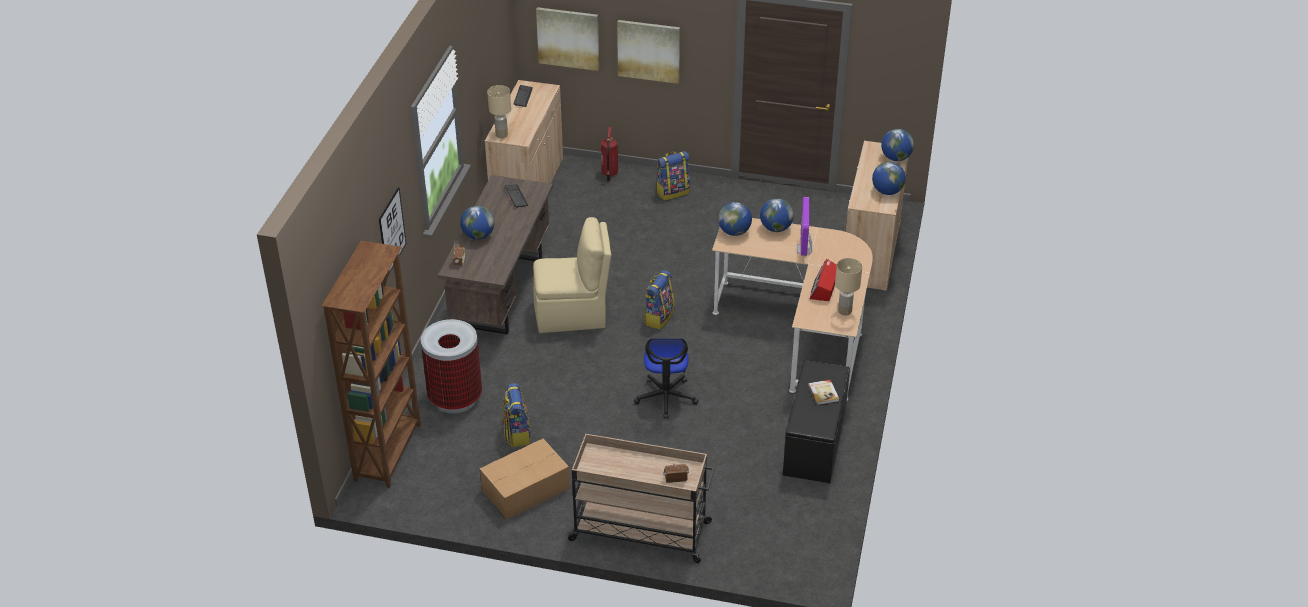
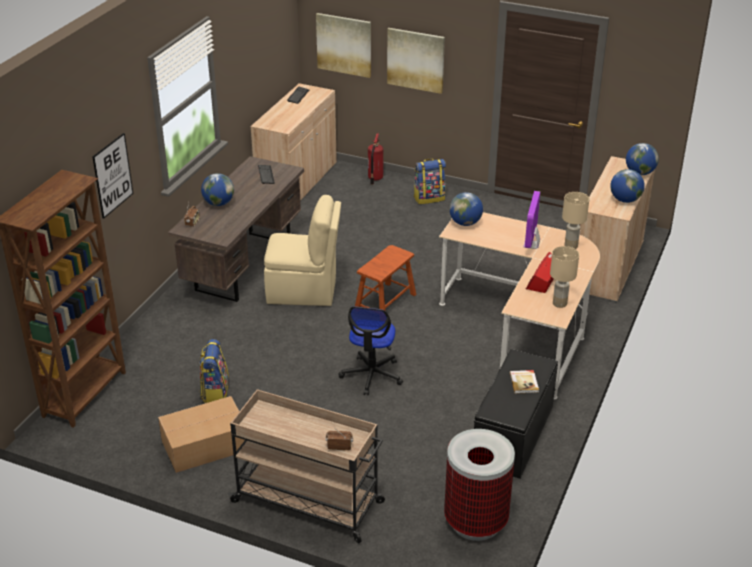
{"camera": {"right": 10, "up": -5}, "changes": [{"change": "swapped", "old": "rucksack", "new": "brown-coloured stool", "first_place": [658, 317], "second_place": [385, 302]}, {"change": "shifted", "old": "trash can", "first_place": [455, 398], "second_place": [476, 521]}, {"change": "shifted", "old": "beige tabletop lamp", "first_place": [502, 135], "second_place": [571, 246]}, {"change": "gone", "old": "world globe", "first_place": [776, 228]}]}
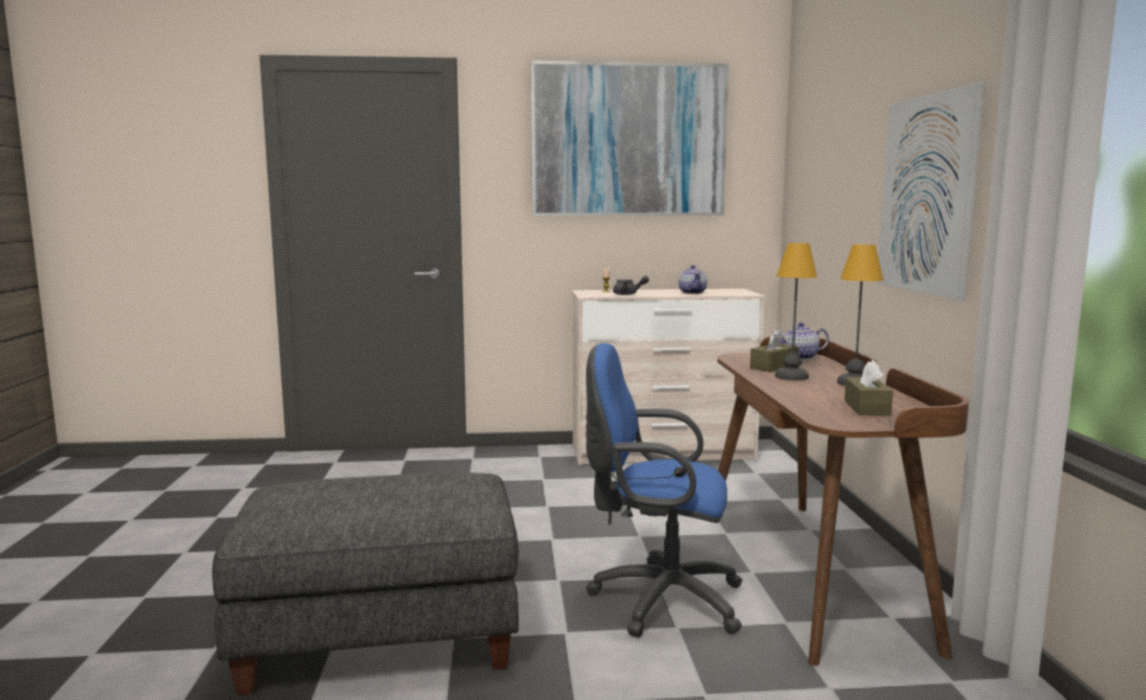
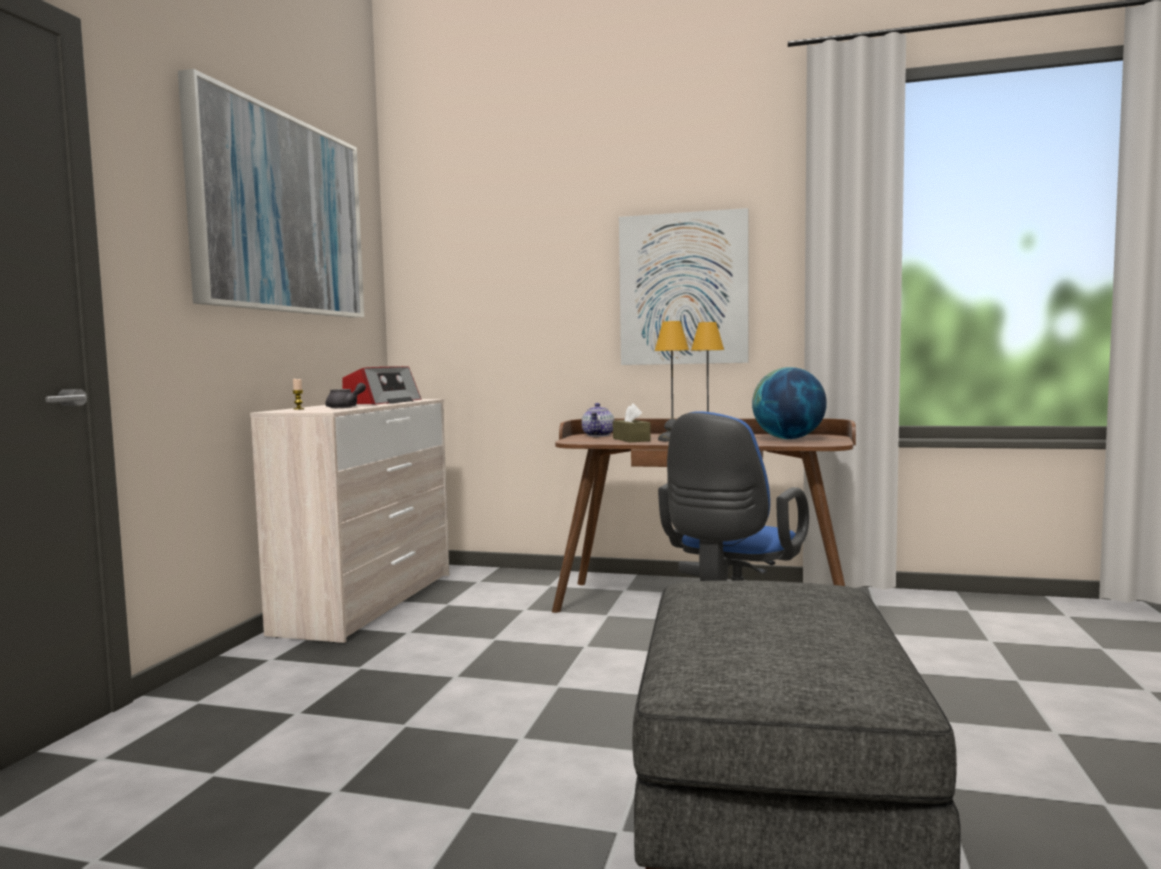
{"camera": {"right": -70, "up": -5}, "changes": [{"change": "swapped", "old": "tea pot", "new": "radio set", "first_place": [693, 293], "second_place": [382, 402]}, {"change": "swapped", "old": "brown-coloured tissue holder", "new": "world globe", "first_place": [866, 408], "second_place": [788, 439]}]}
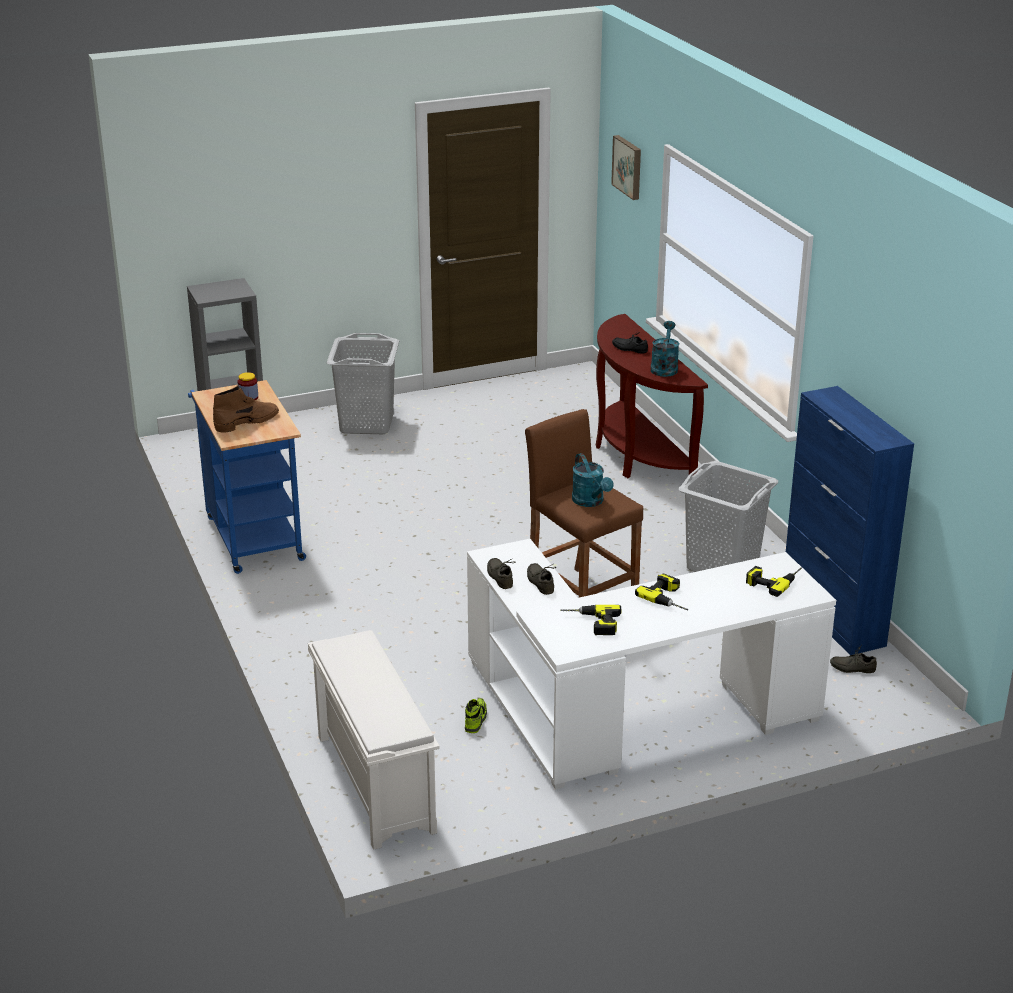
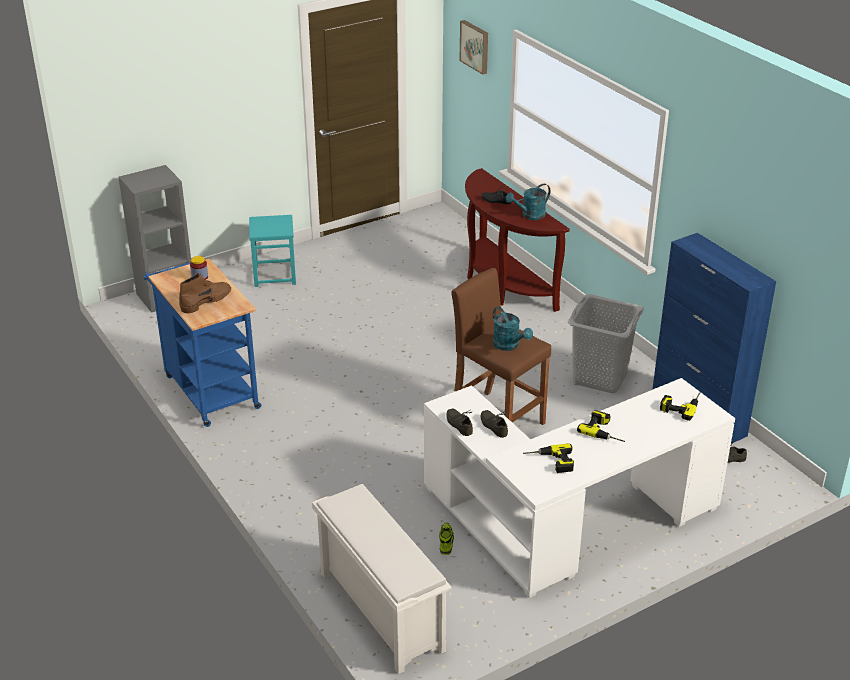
{"camera": {"right": -10, "up": 5}, "changes": [{"change": "swapped", "old": "grey washing basket", "new": "turquoise stool", "first_place": [367, 423], "second_place": [275, 275]}, {"change": "rotated", "old": "turquoise watering pot", "first_place": [664, 367], "second_place": [529, 216], "degrees": -120}]}
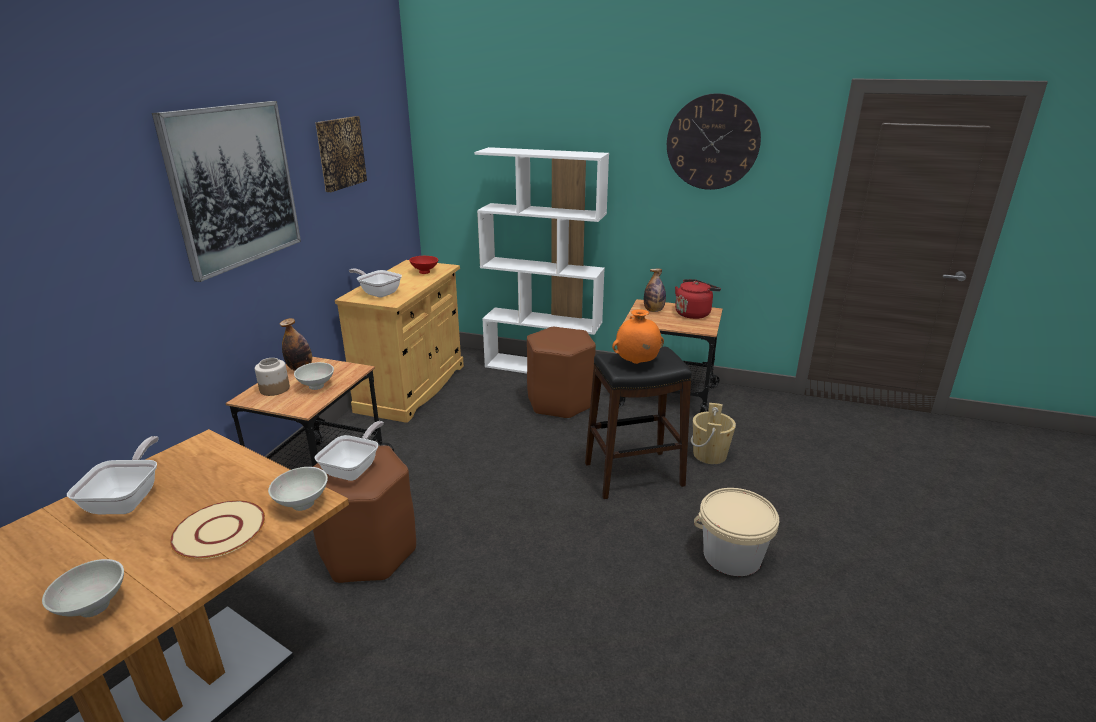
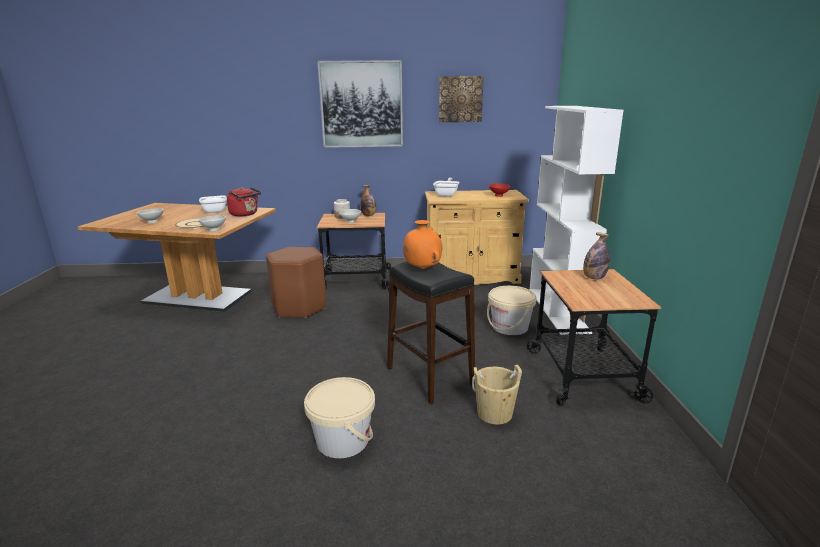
{"camera": {"right": 70, "up": -5}, "changes": [{"change": "shifted", "old": "reddish kettle", "first_place": [694, 313], "second_place": [245, 214]}, {"change": "swapped", "old": "brown-coloured stool", "new": "beige bucket", "first_place": [560, 402], "second_place": [509, 327]}, {"change": "gone", "old": "frying pan", "first_place": [355, 468]}, {"change": "gone", "old": "wall clock", "first_place": [712, 142]}]}
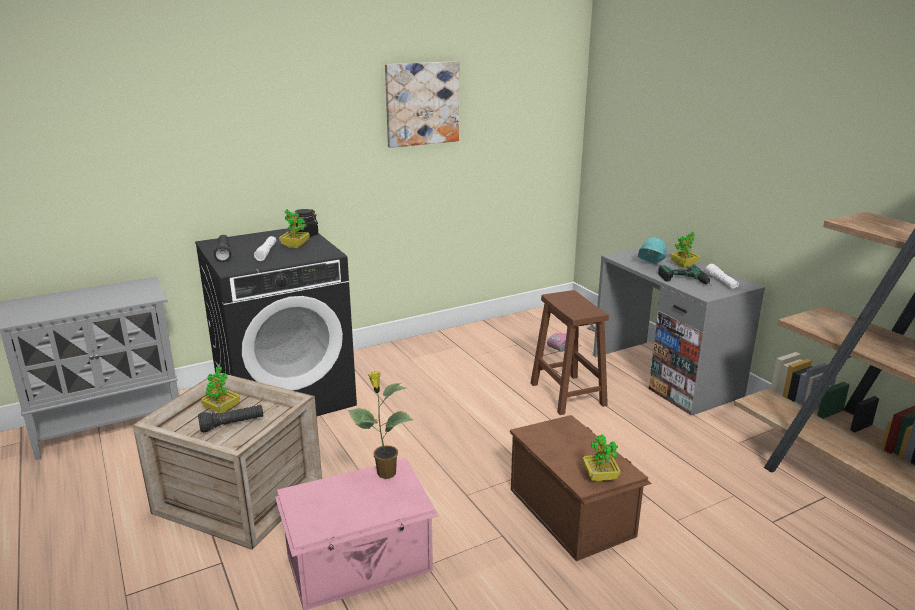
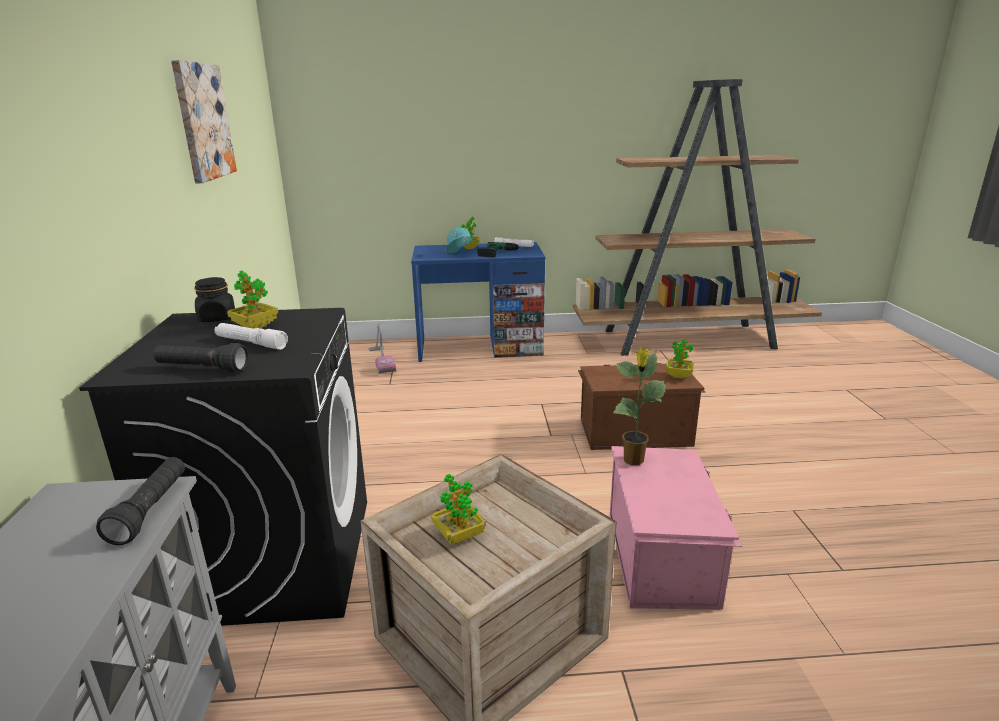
{"camera": {"right": -65, "up": 0}, "changes": [{"change": "shifted", "old": "blackish flashlight", "first_place": [232, 425], "second_place": [151, 510]}, {"change": "repainted", "old": "grey desk table", "new": "blue desk table", "first_place": [665, 375], "second_place": [480, 347]}, {"change": "gone", "old": "brown-coloured stool", "first_place": [566, 393]}]}
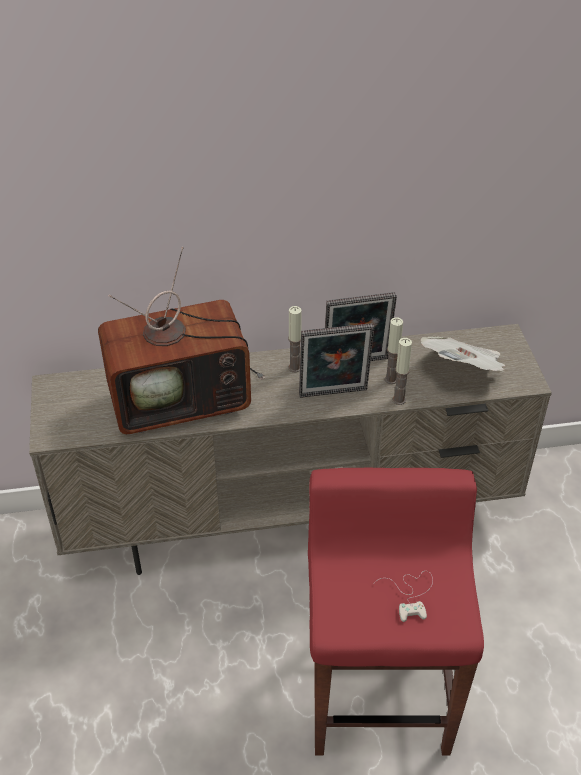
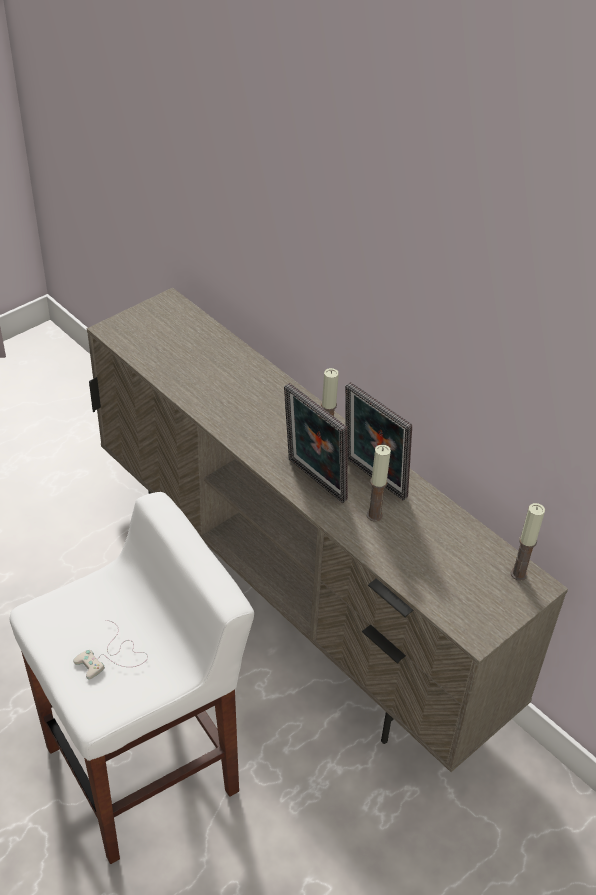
{"camera": {"right": 55, "up": 0}, "changes": [{"change": "repainted", "old": "reddish stool", "new": "white-coloured stool", "first_place": [379, 692], "second_place": [145, 768]}, {"change": "shifted", "old": "wax candle", "first_place": [399, 400], "second_place": [518, 574]}, {"change": "gone", "old": "TV set", "first_place": [183, 398]}, {"change": "gone", "old": "daily paper", "first_place": [463, 370]}]}
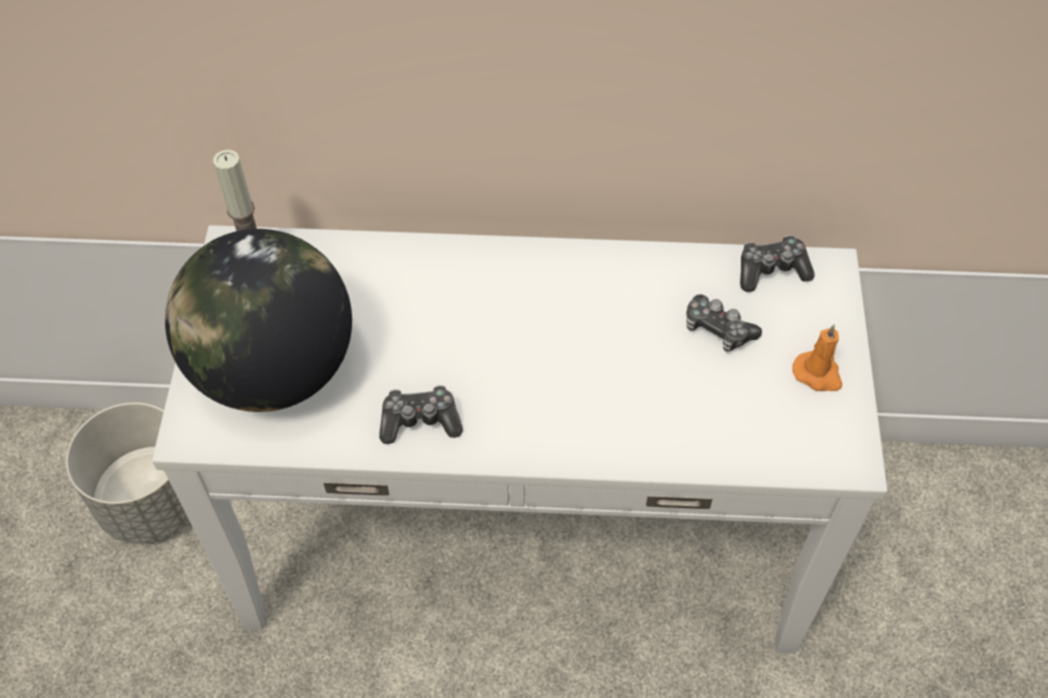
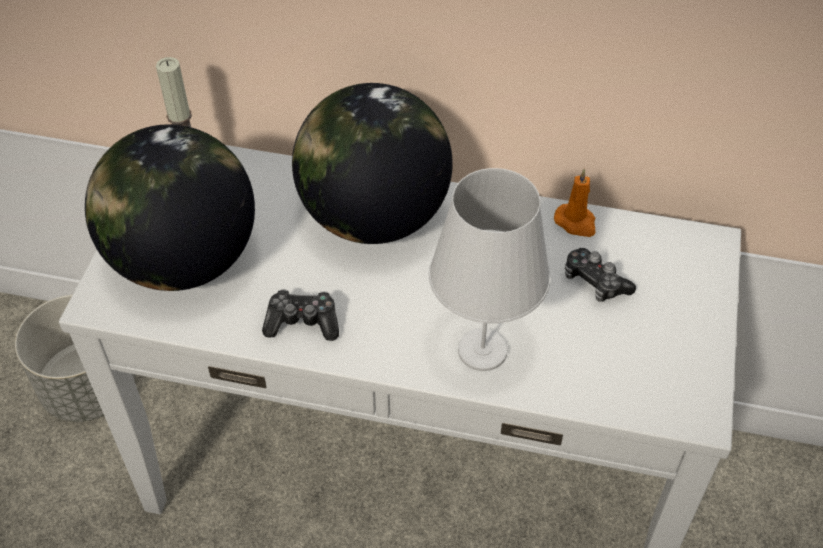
{"camera": {"right": 10, "up": -5}, "changes": [{"change": "new", "new": "world globe", "second_place": [374, 217]}, {"change": "new", "new": "white-coloured tabletop lamp", "second_place": [483, 351]}, {"change": "shifted", "old": "orange-coloured wax candle", "first_place": [818, 374], "second_place": [576, 222]}, {"change": "gone", "old": "game controller", "first_place": [771, 270]}]}
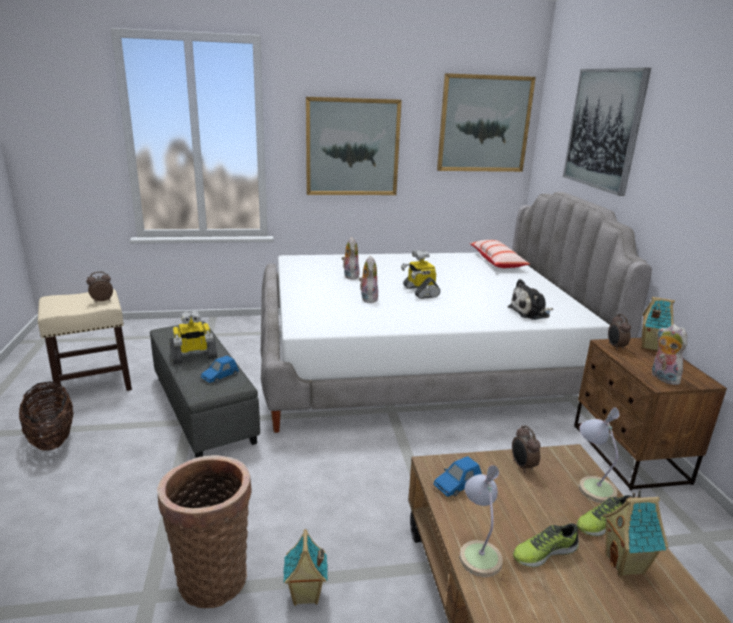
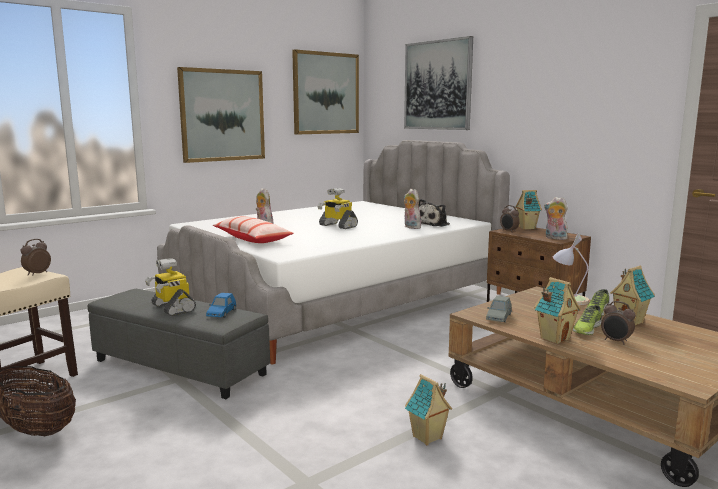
{"camera": {"right": -30, "up": -10}, "changes": [{"change": "rotated", "old": "model robot", "first_place": [193, 357], "second_place": [172, 308], "degrees": 105}, {"change": "shifted", "old": "pillow", "first_place": [497, 261], "second_place": [252, 239]}, {"change": "shifted", "old": "cuddly toy", "first_place": [367, 298], "second_place": [410, 227]}, {"change": "repainted", "old": "blue miniature car", "new": "grey miniature car", "first_place": [457, 485], "second_place": [498, 317]}, {"change": "swapped", "old": "tabletop lamp", "new": "miniature house", "first_place": [478, 551], "second_place": [554, 338]}, {"change": "shifted", "old": "alarm clock", "first_place": [522, 466], "second_place": [616, 341]}, {"change": "gone", "old": "household basket", "first_place": [213, 575]}]}
